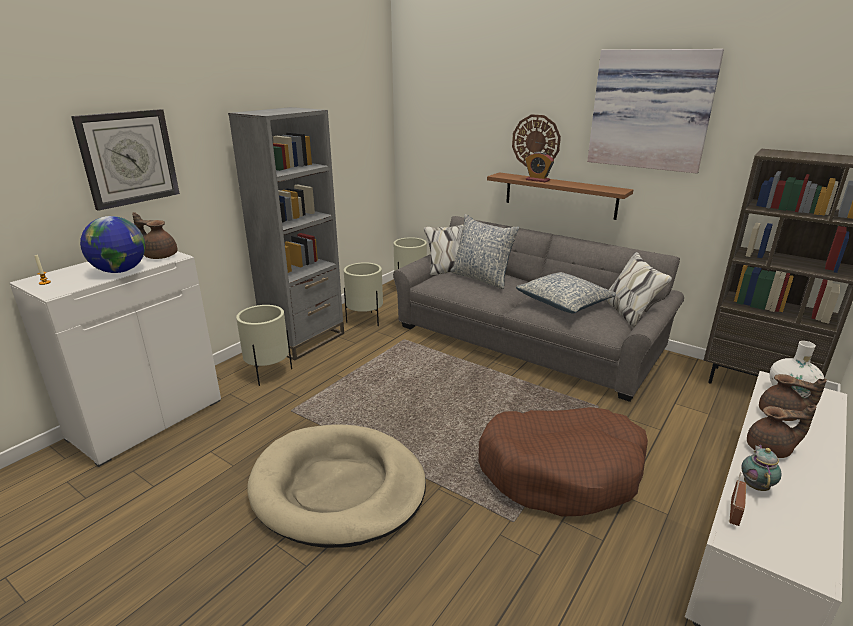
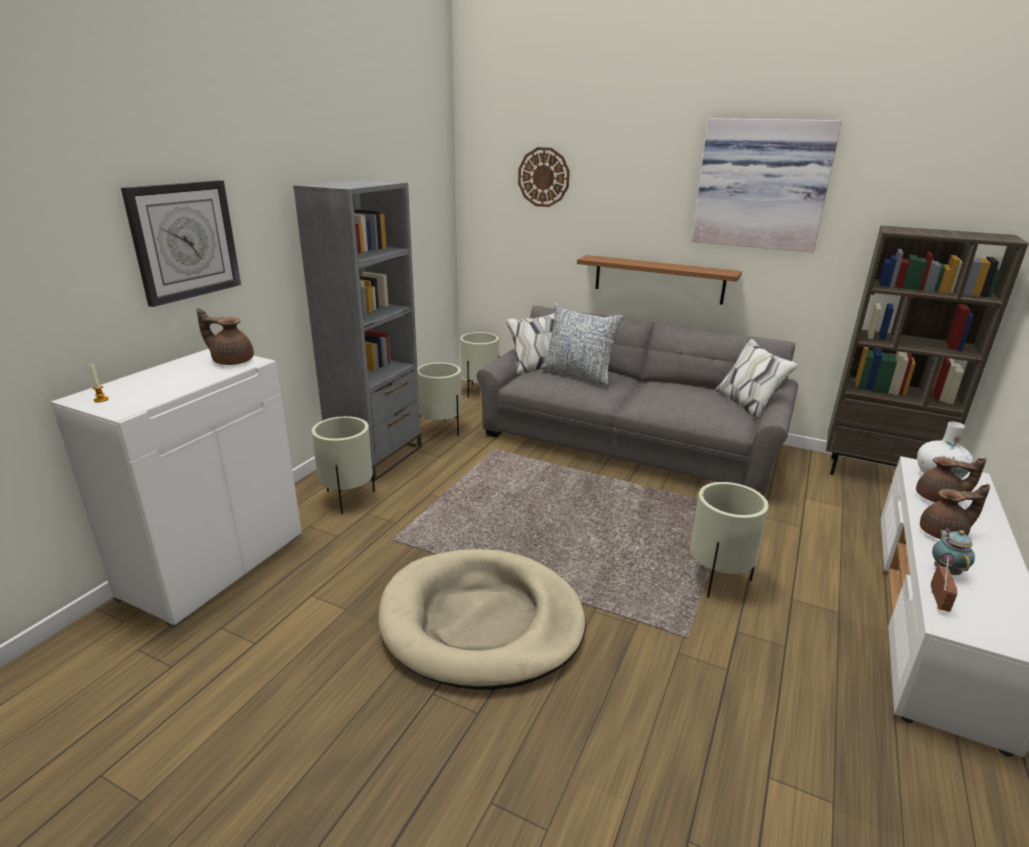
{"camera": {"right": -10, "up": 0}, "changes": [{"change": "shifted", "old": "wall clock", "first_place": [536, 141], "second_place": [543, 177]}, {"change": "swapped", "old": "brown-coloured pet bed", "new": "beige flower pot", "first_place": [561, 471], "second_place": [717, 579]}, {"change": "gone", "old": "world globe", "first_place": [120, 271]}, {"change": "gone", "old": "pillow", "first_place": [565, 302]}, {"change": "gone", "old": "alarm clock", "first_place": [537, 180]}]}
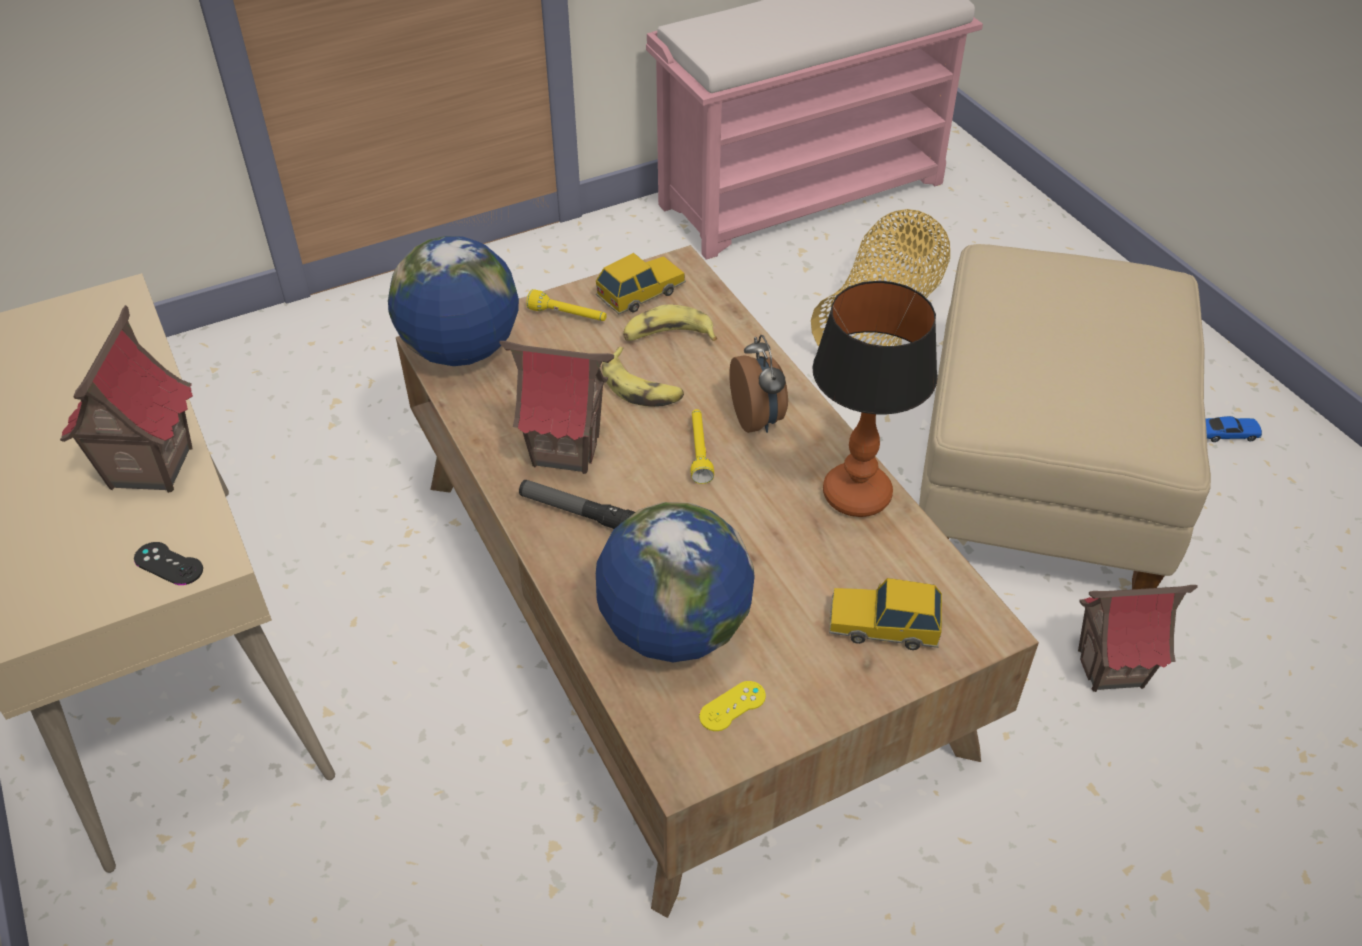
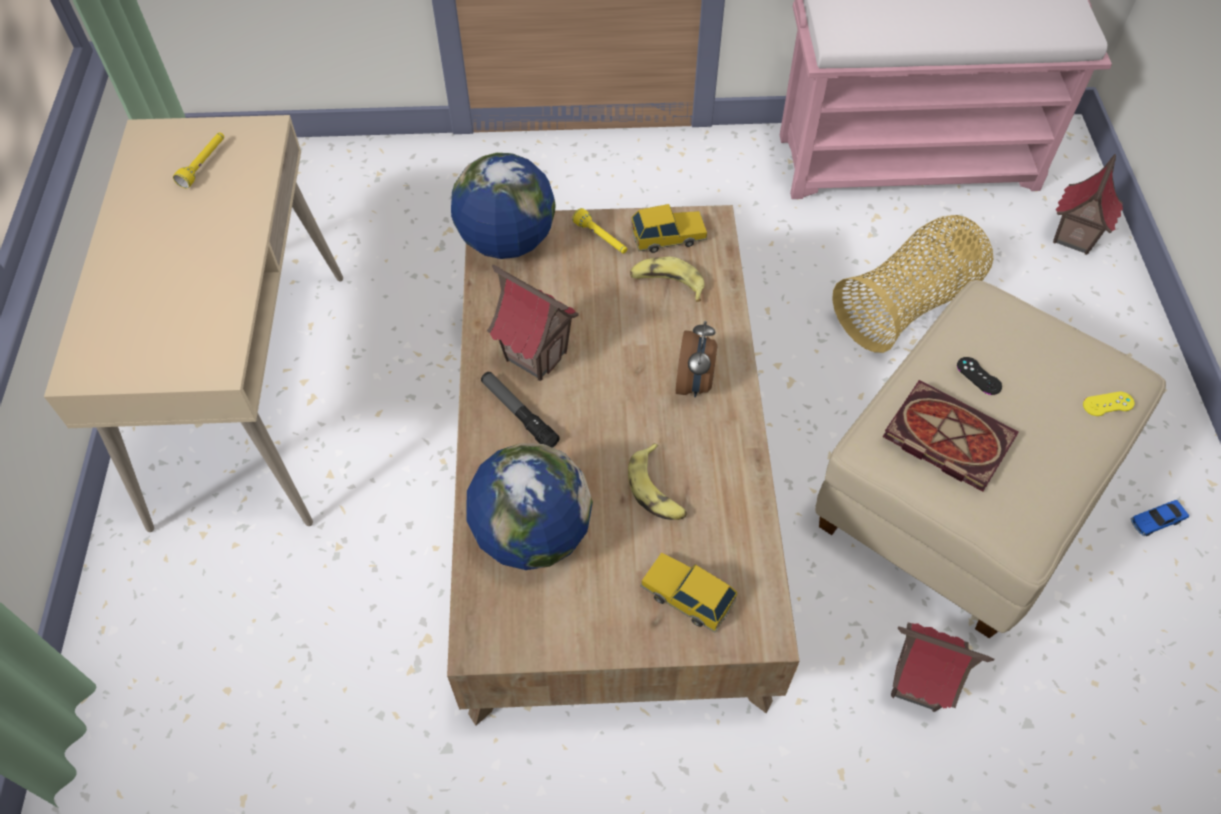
{"camera": {"right": 25, "up": 10}, "changes": [{"change": "shifted", "old": "yellow-coloured flashlight", "first_place": [699, 451], "second_place": [204, 164]}, {"change": "shifted", "old": "banana", "first_place": [642, 387], "second_place": [657, 490]}, {"change": "new", "new": "bound book", "second_place": [944, 437]}, {"change": "shifted", "old": "blackish game controller", "first_place": [168, 564], "second_place": [979, 376]}, {"change": "shifted", "old": "miniature house", "first_place": [150, 467], "second_place": [1073, 237]}, {"change": "shifted", "old": "yellow-coloured game controller", "first_place": [732, 706], "second_place": [1108, 404]}, {"change": "rotated", "old": "miniature car", "first_place": [1227, 434], "second_place": [1156, 521], "degrees": 135}, {"change": "gone", "old": "tabletop lamp", "first_place": [858, 495]}]}
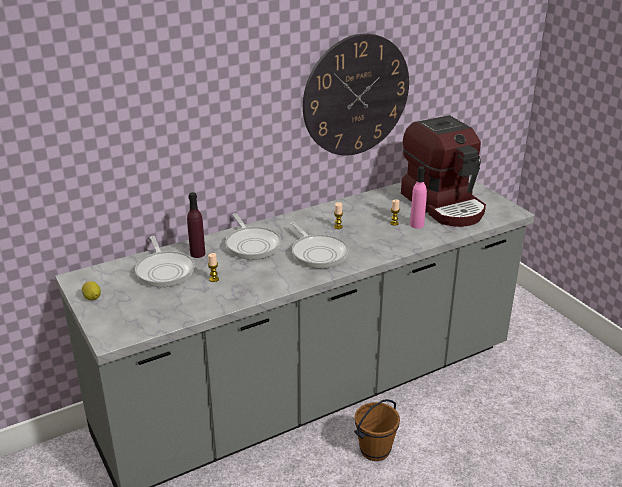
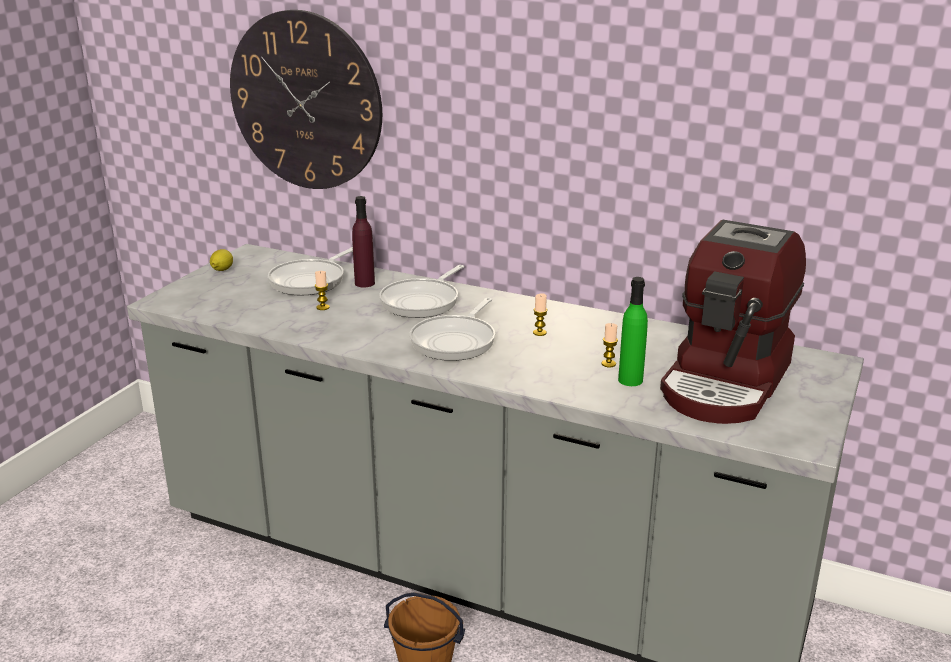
{"camera": {"right": 55, "up": -5}, "changes": [{"change": "shifted", "old": "wall clock", "first_place": [356, 95], "second_place": [305, 101]}, {"change": "repainted", "old": "pinkish beverage bottle", "new": "green-coloured beverage bottle", "first_place": [417, 225], "second_place": [630, 380]}]}
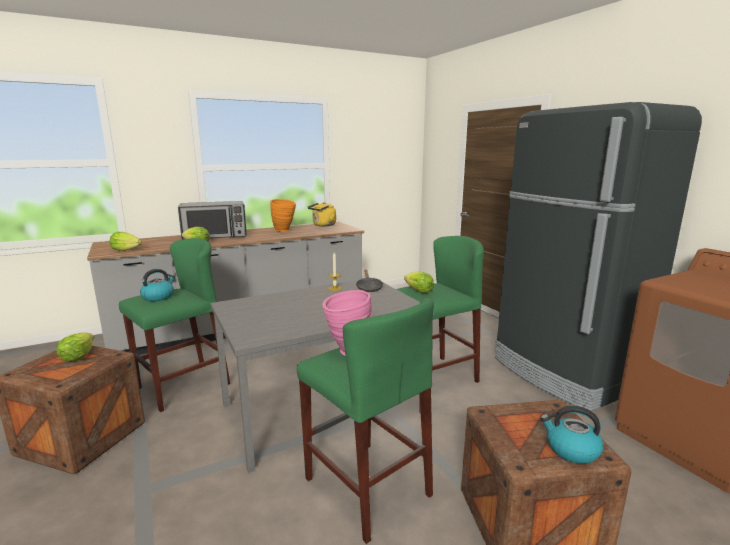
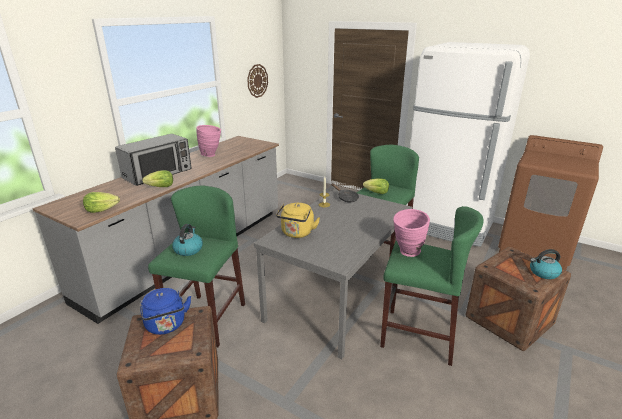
{"camera": {"right": -30, "up": 10}, "changes": [{"change": "swapped", "old": "lettuce head", "new": "blue kettle", "first_place": [78, 357], "second_place": [166, 326]}, {"change": "repainted", "old": "orange-coloured vase", "new": "pinkish vase", "first_place": [284, 230], "second_place": [211, 155]}, {"change": "new", "new": "wall clock", "second_place": [257, 81]}, {"change": "shifted", "old": "yellow-coloured kettle", "first_place": [323, 225], "second_place": [297, 233]}, {"change": "repainted", "old": "blackish refrigerator", "new": "white-coloured refrigerator", "first_place": [564, 373], "second_place": [447, 225]}]}
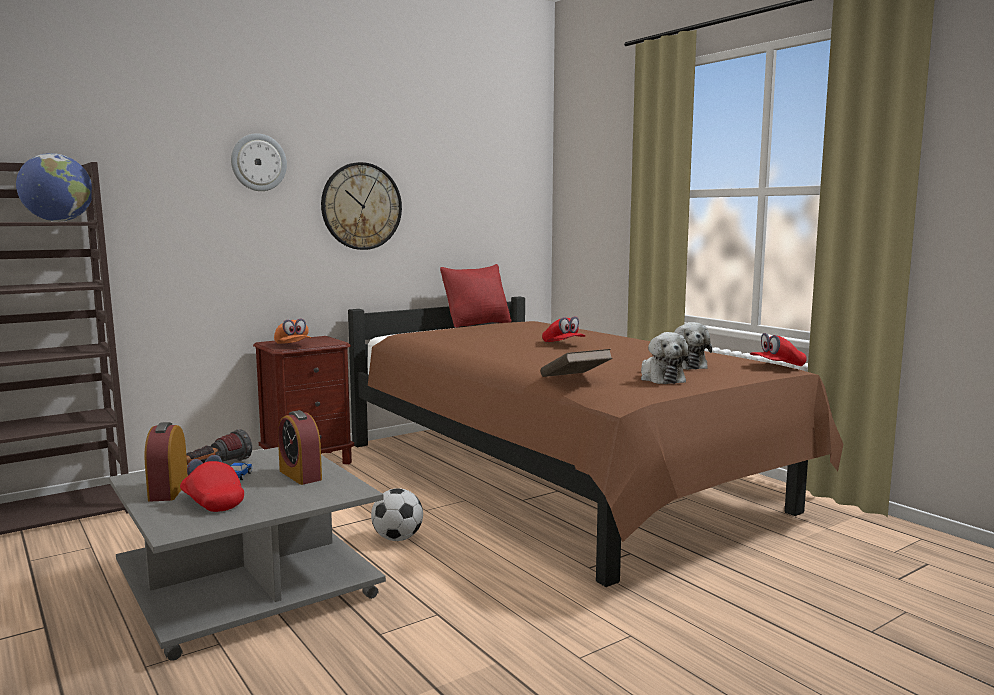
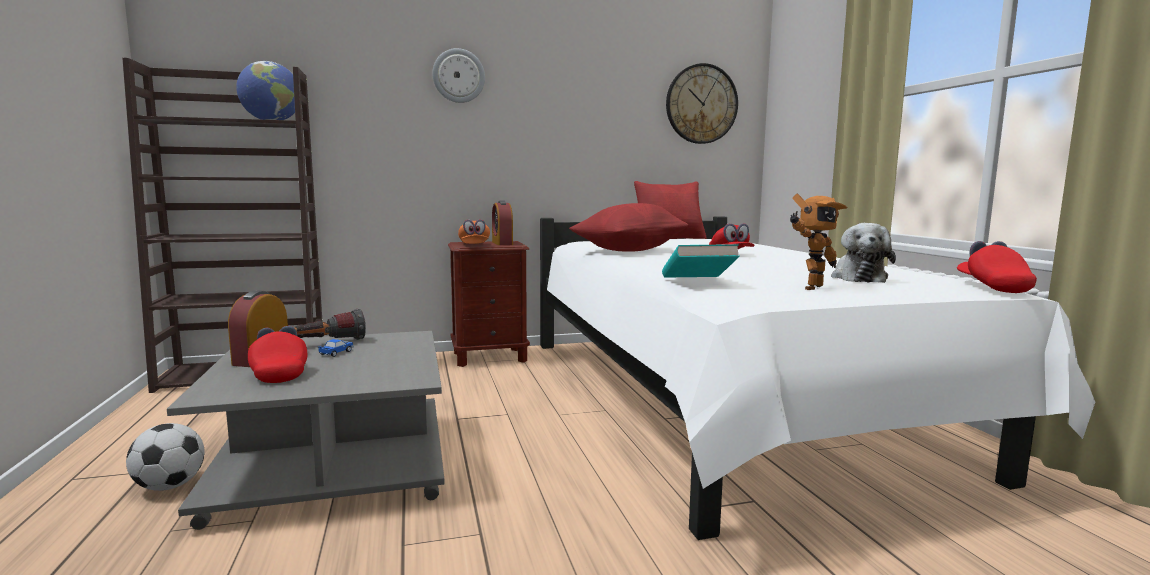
{"camera": {"right": 20, "up": 0}, "changes": [{"change": "shifted", "old": "football", "first_place": [397, 538], "second_place": [169, 486]}, {"change": "shifted", "old": "alarm clock", "first_place": [300, 475], "second_place": [502, 243]}, {"change": "repainted", "old": "brown-coloured sleeping bed", "new": "white-coloured sleeping bed", "first_place": [560, 479], "second_place": [720, 402]}, {"change": "new", "new": "reddish pillow", "second_place": [628, 250]}, {"change": "repainted", "old": "brown-coloured bound book", "new": "turquoise bound book", "first_place": [574, 380], "second_place": [697, 282]}, {"change": "shifted", "old": "wall clock", "first_place": [361, 206], "second_place": [701, 104]}, {"change": "swapped", "old": "cuddly toy", "new": "model robot", "first_place": [661, 378], "second_place": [809, 287]}, {"change": "rotated", "old": "reddish peaked cap", "first_place": [777, 366], "second_place": [992, 287], "degrees": 90}]}
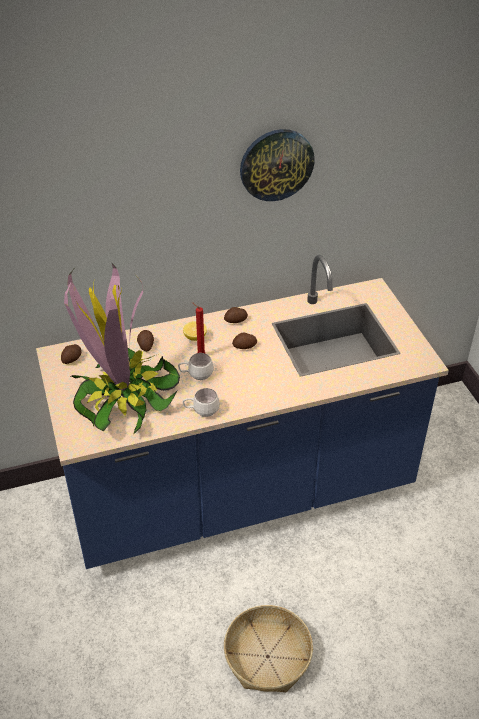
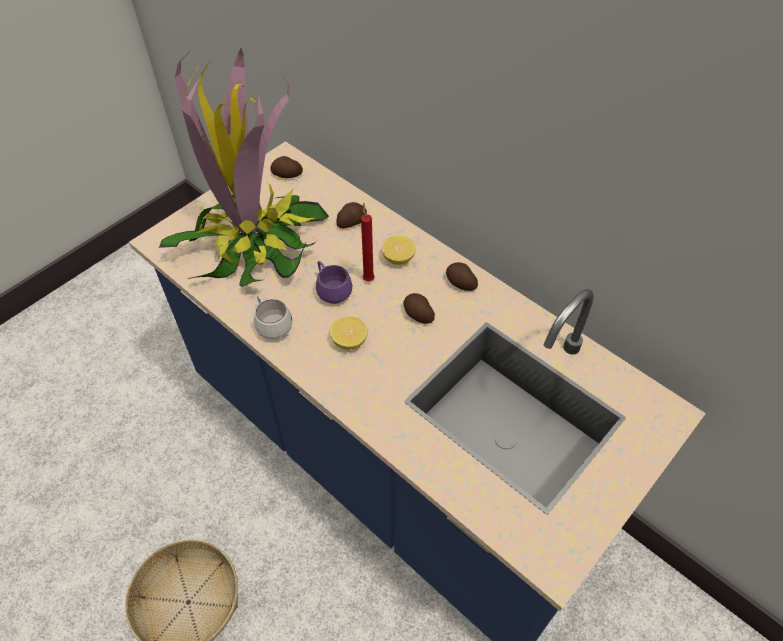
{"camera": {"right": 60, "up": 10}, "changes": [{"change": "repainted", "old": "white-coloured tea mug", "new": "purple tea mug", "first_place": [196, 375], "second_place": [331, 291]}, {"change": "new", "new": "whole lemon", "second_place": [349, 341]}, {"change": "gone", "old": "wall clock", "first_place": [276, 164]}]}
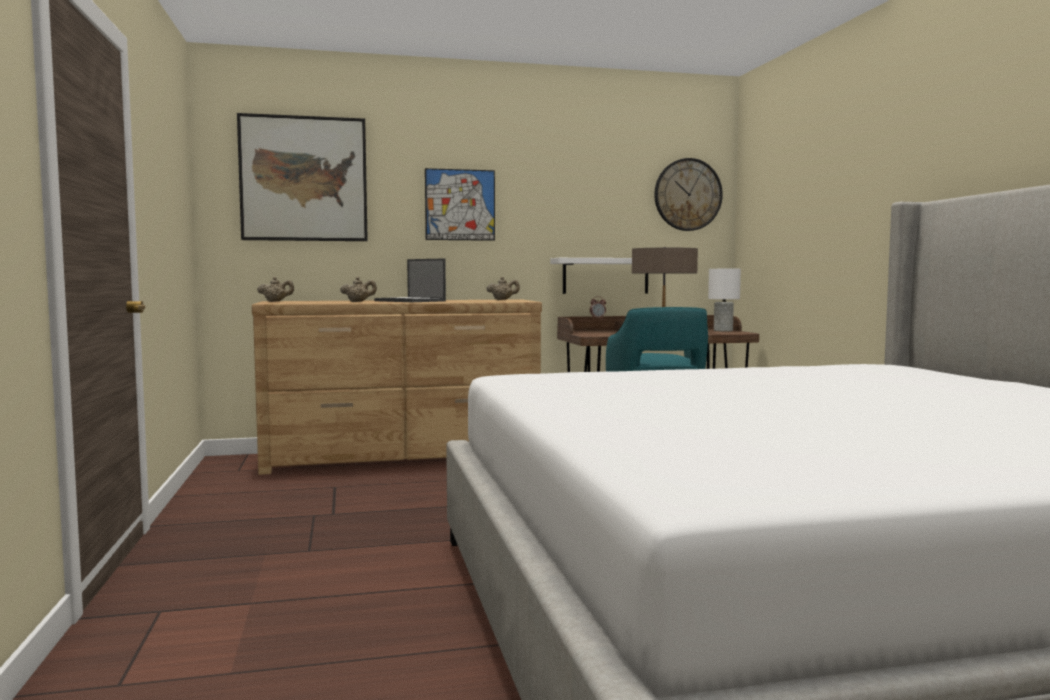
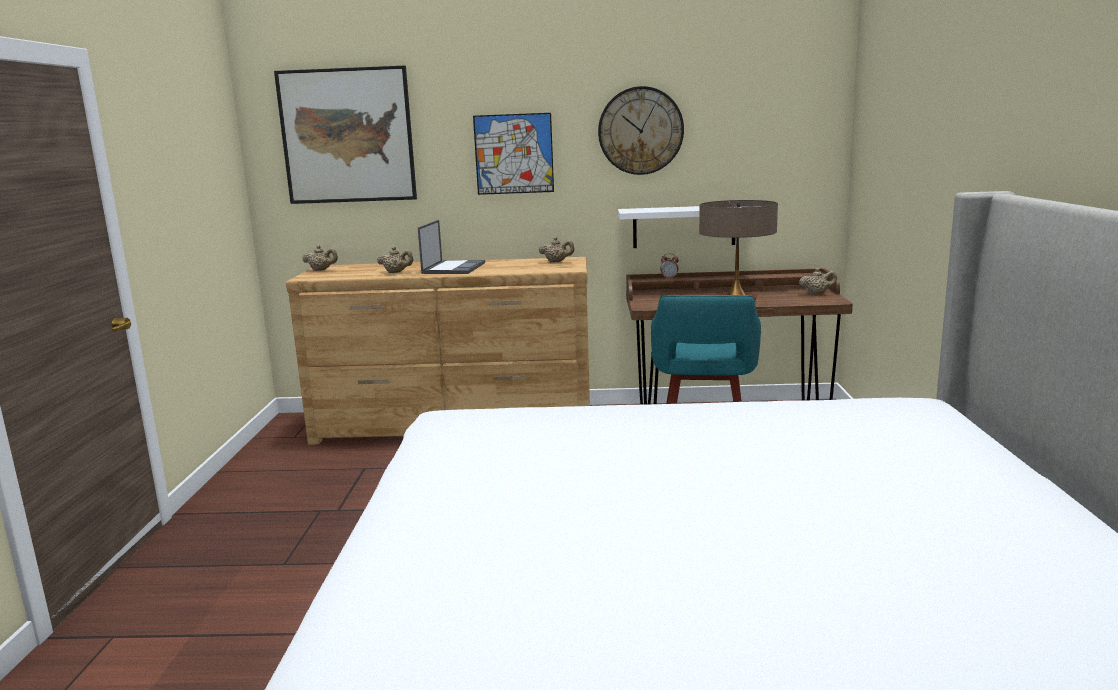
{"camera": {"right": 15, "up": 10}, "changes": [{"change": "rotated", "old": "portable computer", "first_place": [411, 301], "second_place": [454, 268], "degrees": -135}, {"change": "shifted", "old": "wall clock", "first_place": [687, 194], "second_place": [640, 131]}, {"change": "swapped", "old": "white-coloured tabletop lamp", "new": "beige tea pot", "first_place": [723, 330], "second_place": [817, 293]}]}
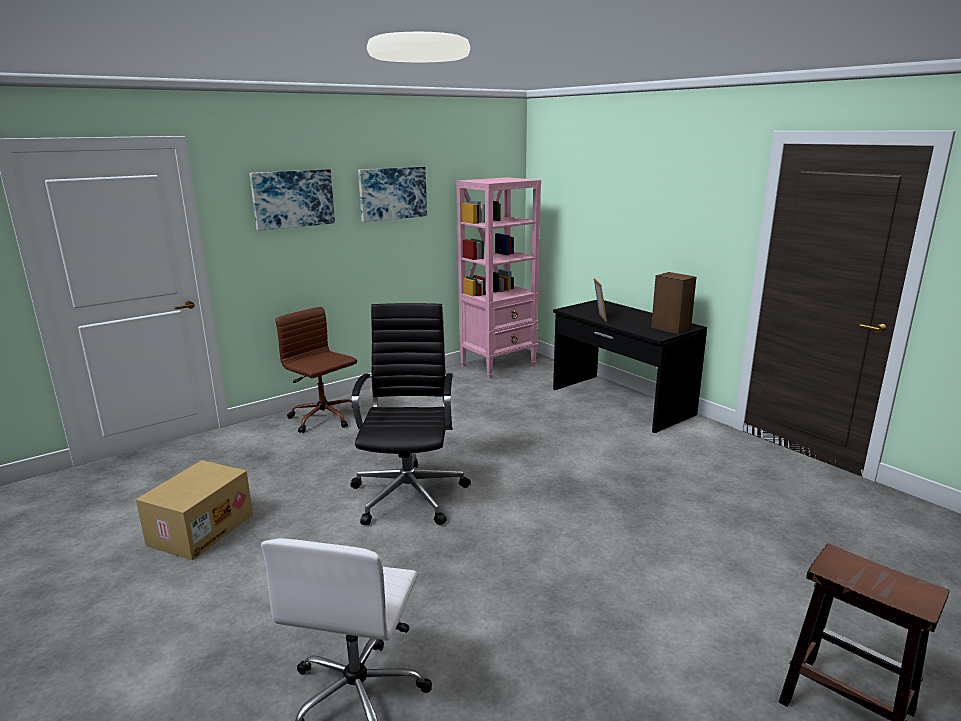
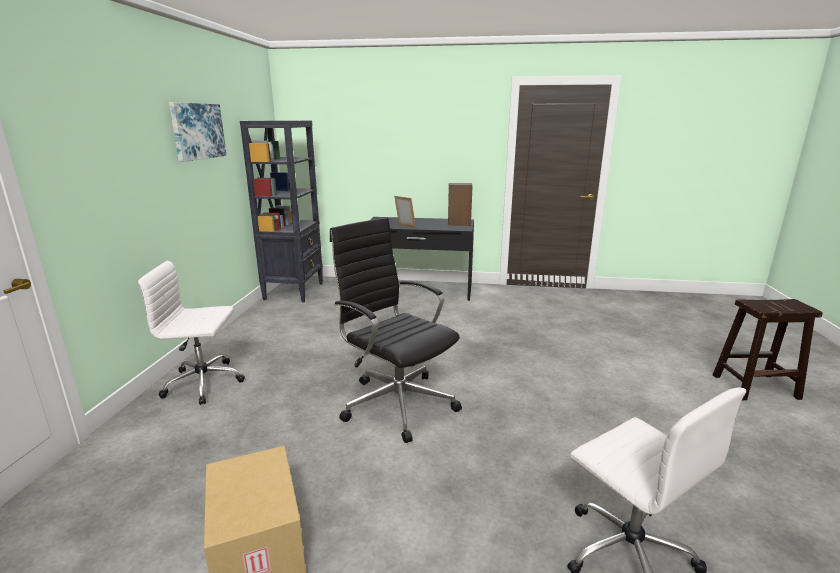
{"camera": {"right": -45, "up": 0}, "changes": [{"change": "repainted", "old": "brown-coloured office chair", "new": "white-coloured office chair", "first_place": [324, 418], "second_place": [205, 383]}, {"change": "repainted", "old": "pinkish shelving unit", "new": "blackish shelving unit", "first_place": [499, 365], "second_place": [294, 291]}, {"change": "gone", "old": "wall picture", "first_place": [293, 199]}]}
